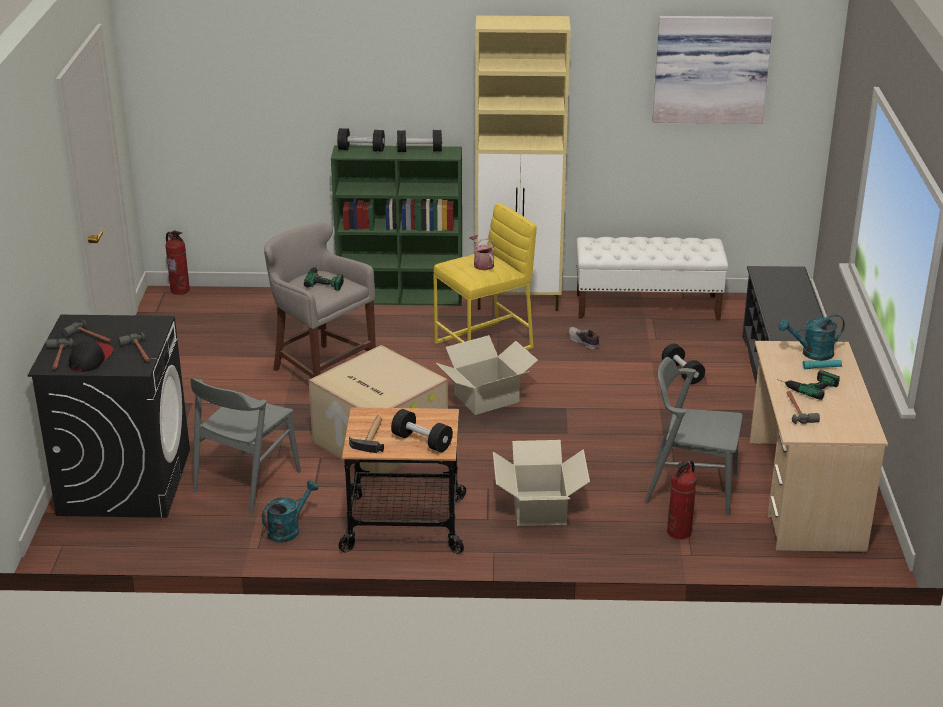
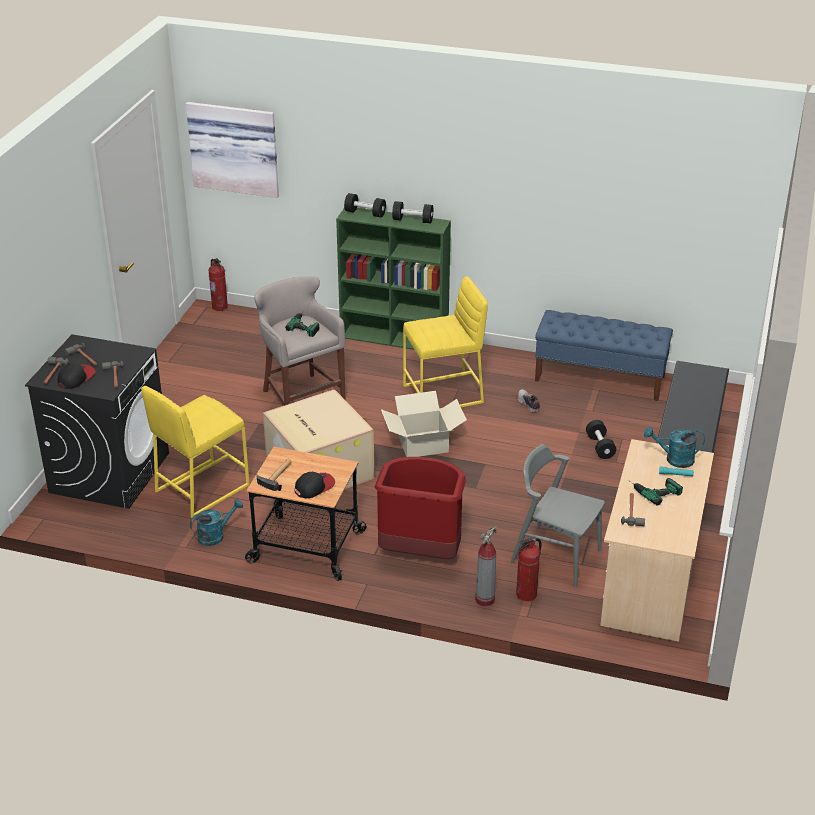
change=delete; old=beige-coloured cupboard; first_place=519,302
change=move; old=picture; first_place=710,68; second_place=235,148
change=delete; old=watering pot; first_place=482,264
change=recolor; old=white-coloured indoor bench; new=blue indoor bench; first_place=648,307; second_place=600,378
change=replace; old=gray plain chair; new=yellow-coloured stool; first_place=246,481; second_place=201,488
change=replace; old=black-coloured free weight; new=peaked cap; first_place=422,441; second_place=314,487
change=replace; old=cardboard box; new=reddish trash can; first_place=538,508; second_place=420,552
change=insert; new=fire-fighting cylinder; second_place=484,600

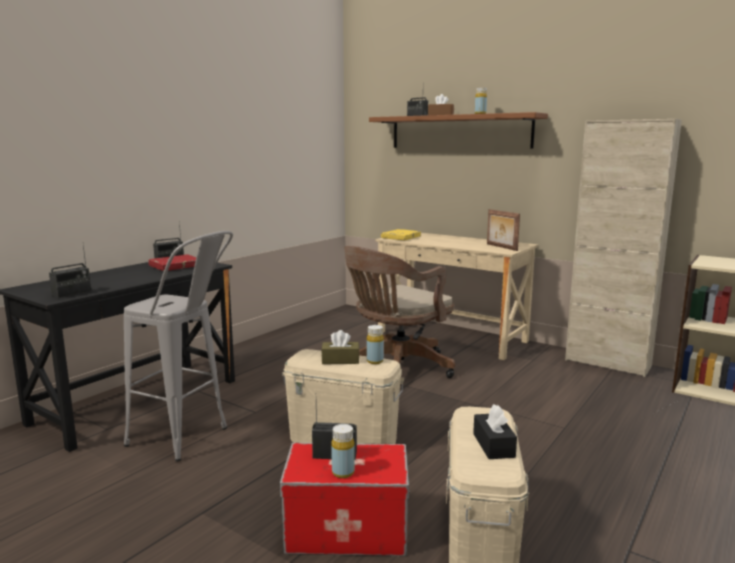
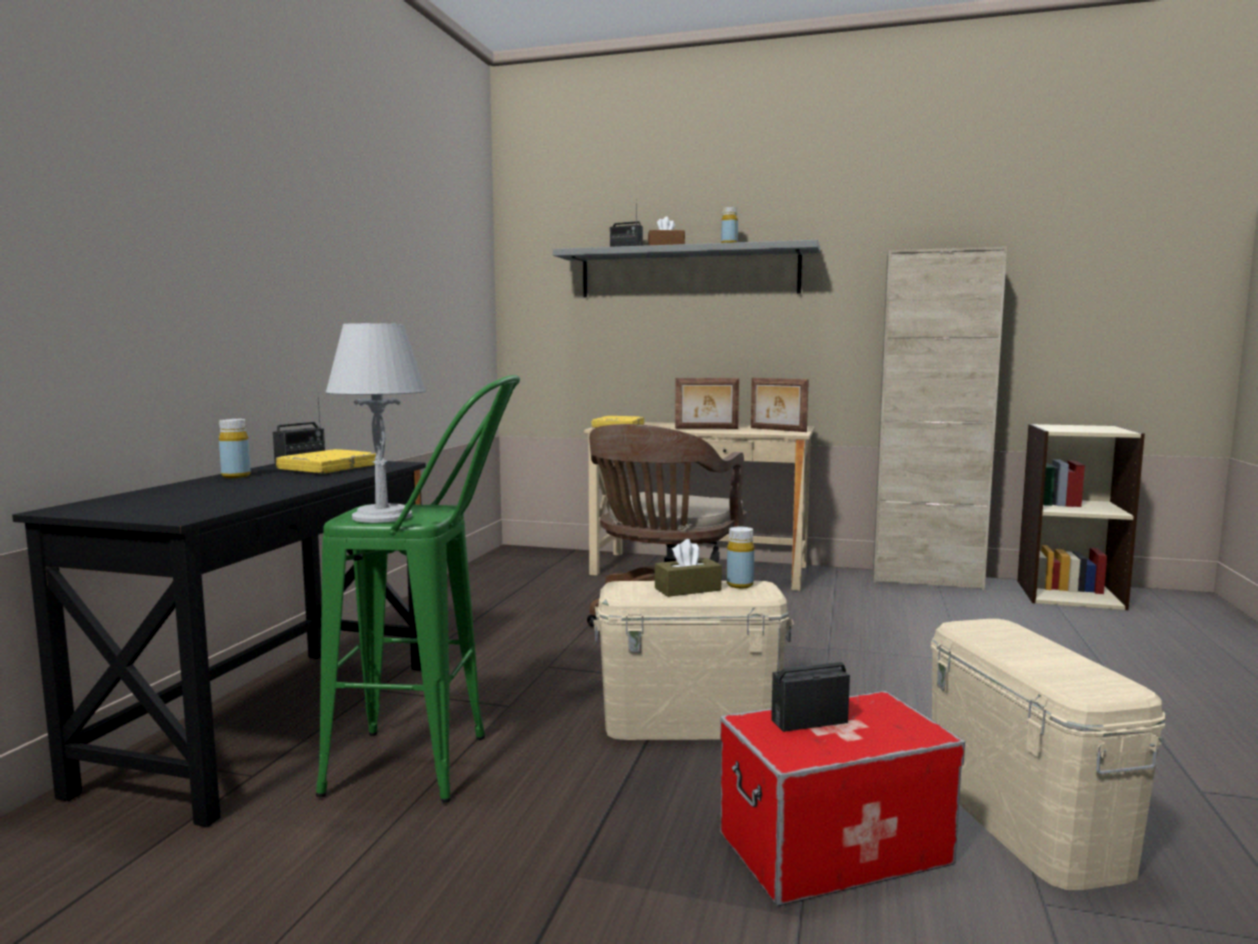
change=recolor; old=brown-coloured shelf; new=gray shelf; first_place=459,132; second_place=688,272
change=recolor; old=gray stool; new=green-coloured stool; first_place=189,440; second_place=433,766
change=delete; old=radio; first_place=72,293
change=recolor; old=reddish volume; new=yellow-coloured volume; first_place=176,266; second_place=328,468
change=delete; old=black-coloured tissue holder; first_place=493,445
change=move; old=yellow-coloured bottle; first_place=343,472; second_place=236,476
change=insert; new=gray tabletop lamp; second_place=383,516
change=insert; new=standing frame; second_place=706,428

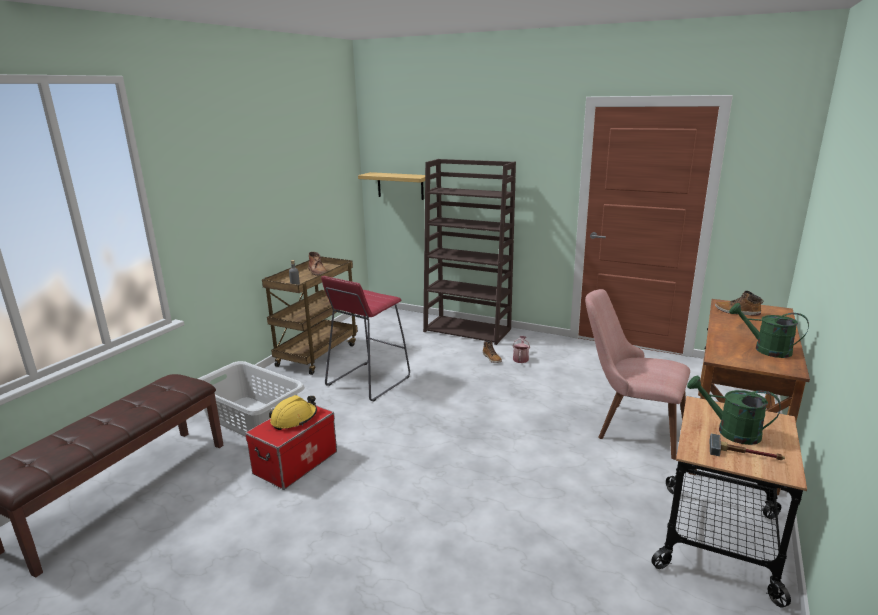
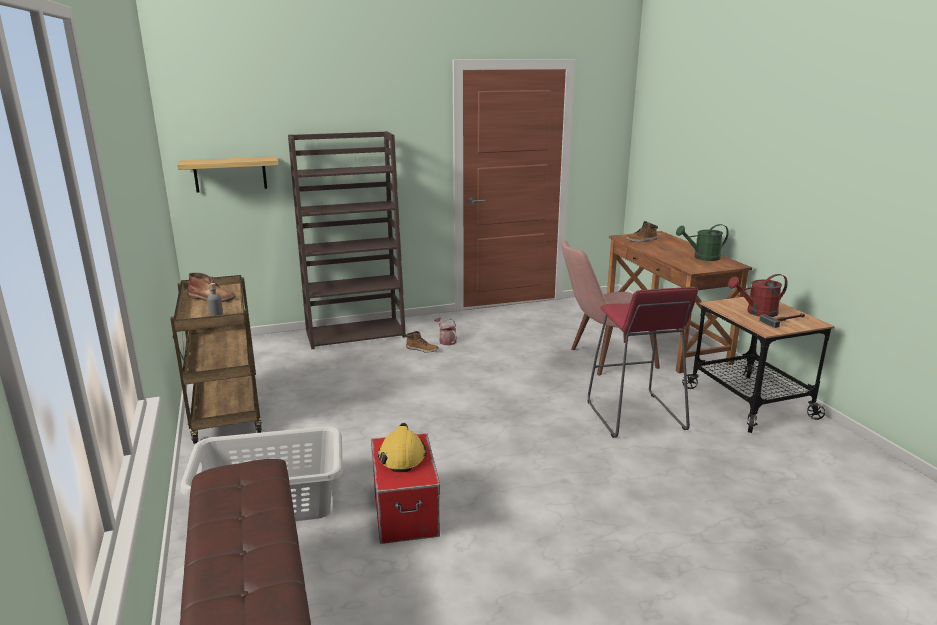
change=move; old=reddish stool; first_place=368,381; second_place=634,415
change=recolor; old=green-coloured watering pot; new=reddish watering pot; first_place=730,431; second_place=757,312

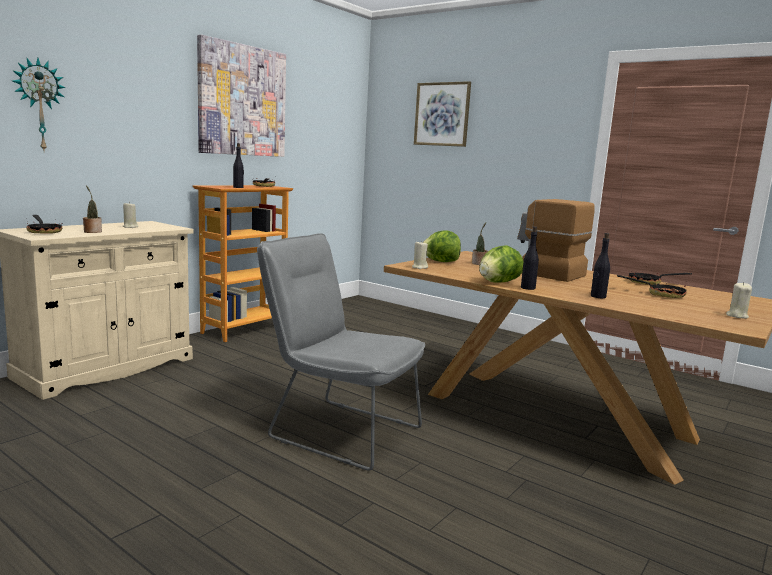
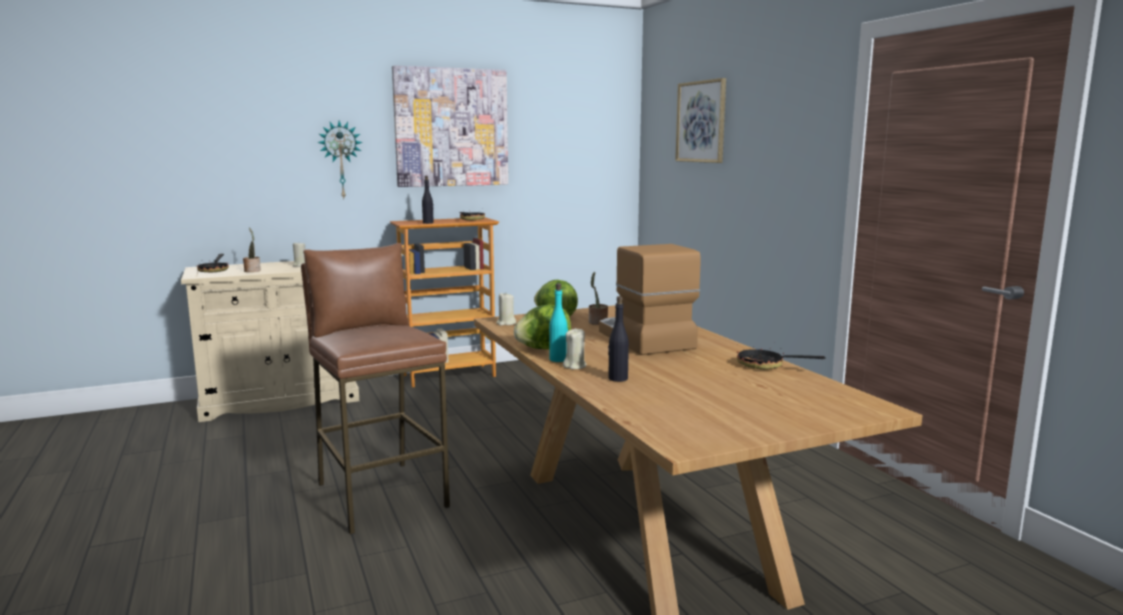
change=move; old=clock on the wall; first_place=39,105; second_place=340,160
change=recolor; old=black-coloured bottle; new=turquoise-coloured bottle; first_place=528,288; second_place=558,359
change=replace; old=gray plain chair; new=brown-coloured stool; first_place=337,430; second_place=381,495
change=delete; old=skillet; first_place=660,294
change=move; old=beige-coloured wax light; first_place=736,316; second_place=575,366

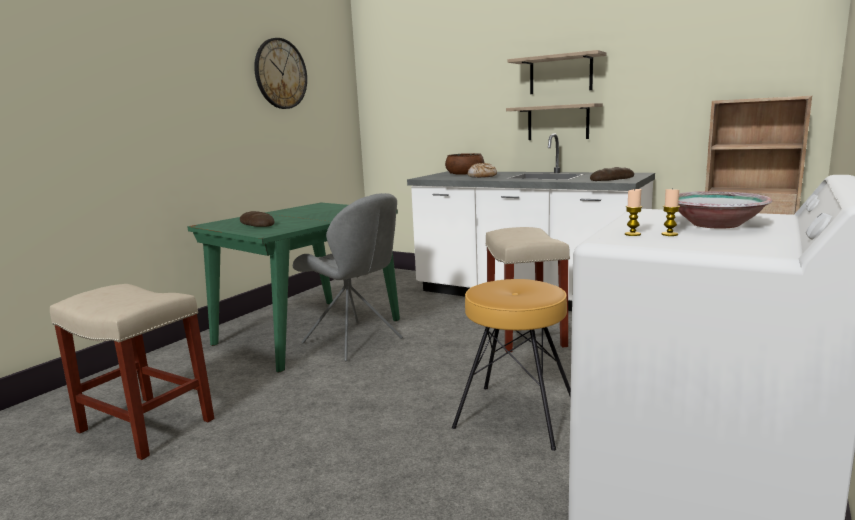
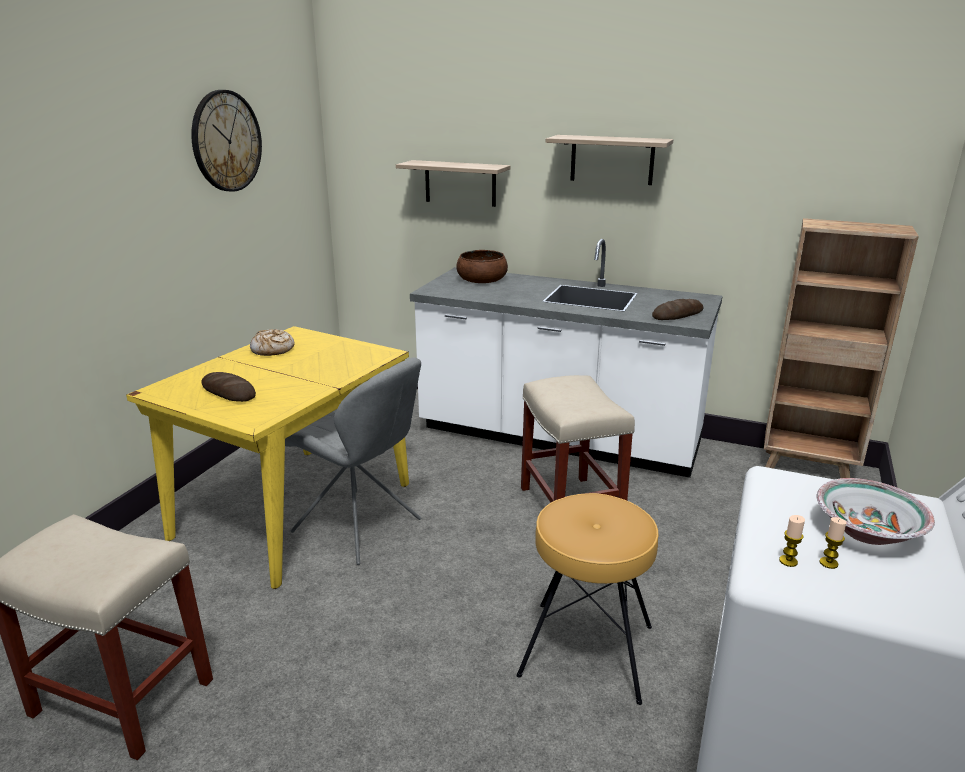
change=move; old=shelf; first_place=558,122; second_place=460,183
change=move; old=bread; first_place=482,176; second_place=273,350
change=recolor; old=green-coloured kitchen table; new=yellow-coloured kitchen table; first_place=307,332; second_place=293,511

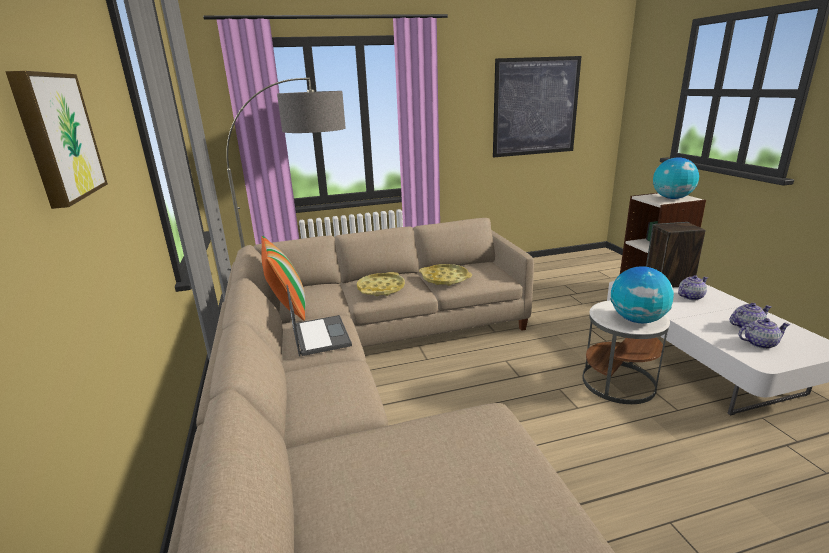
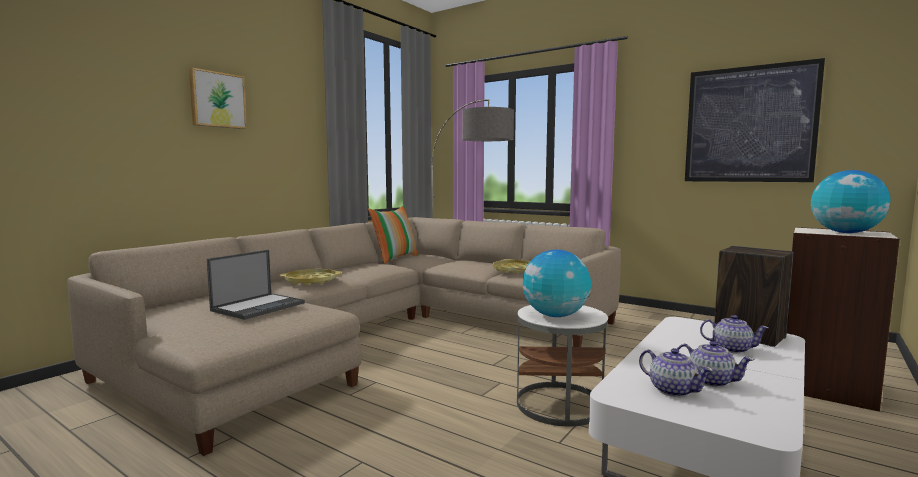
change=move; old=yellow-coloured carrying tray; first_place=381,288; second_place=311,281
change=move; old=notebook computer; first_place=320,335; second_place=259,306

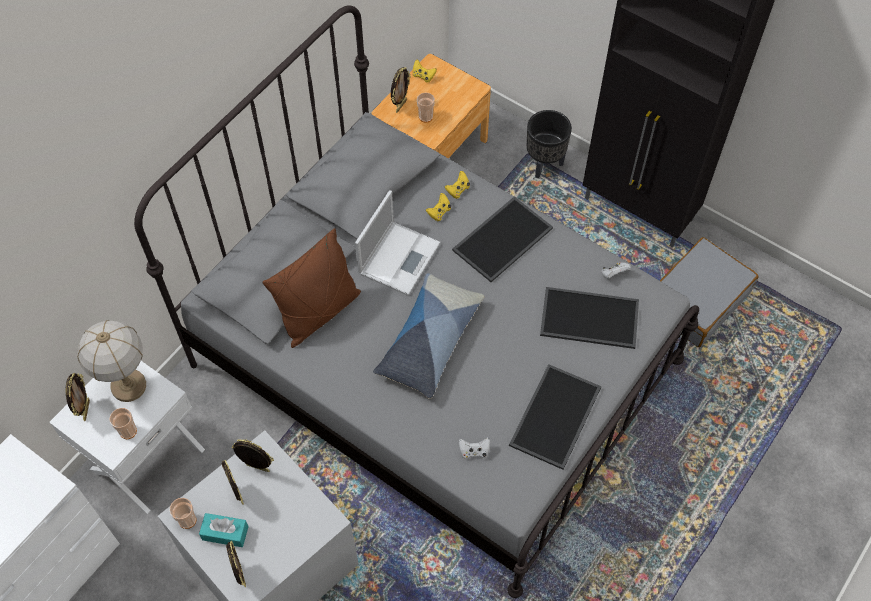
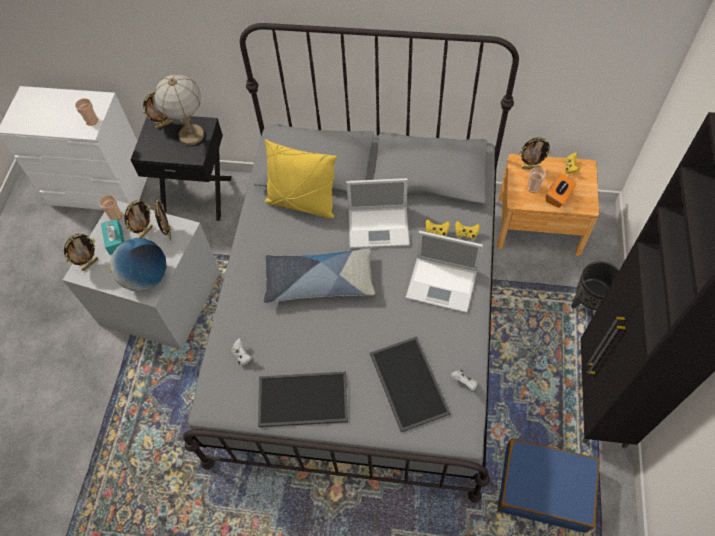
change=replace; old=carrying tray; new=notebook computer; first_place=502,238; second_place=443,284
change=recolor; old=brown-coloured throw pillow; new=yellow-coloured throw pillow; first_place=319,313; second_place=302,203
change=recolor; old=gray travel case; new=blue travel case; first_place=697,299; second_place=545,488
change=recolor; old=white-coloured nightstand; new=black-coloured nightstand; first_place=146,458; second_place=197,194
change=move; old=small cup; first_place=128,431; second_place=91,120
change=insert; new=orangey tissue holder; second_place=558,197
change=insert; new=globe; second_place=146,278

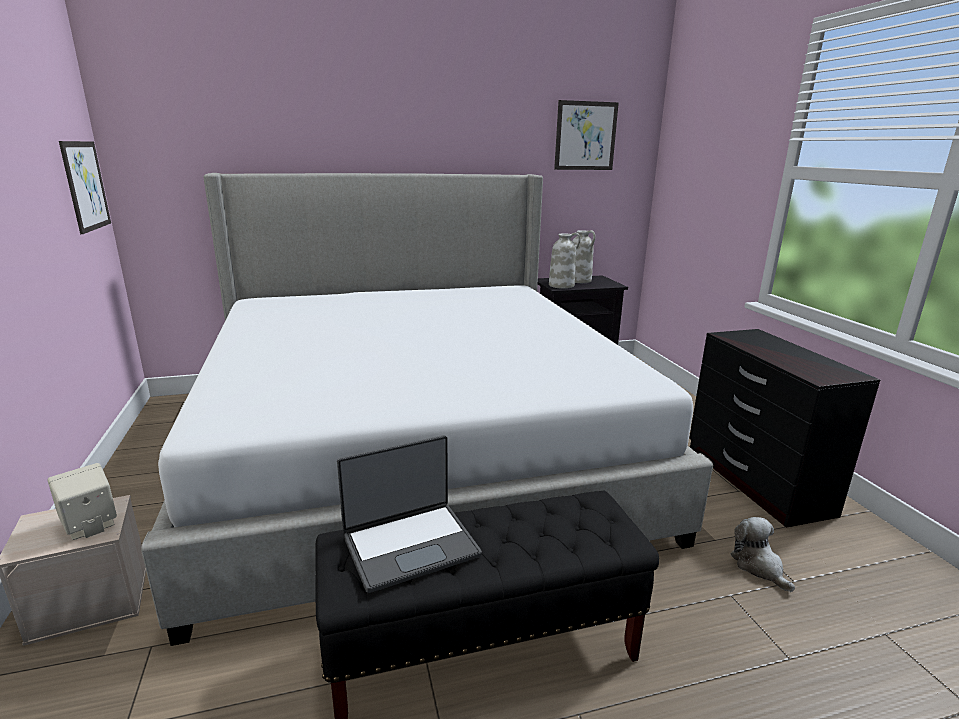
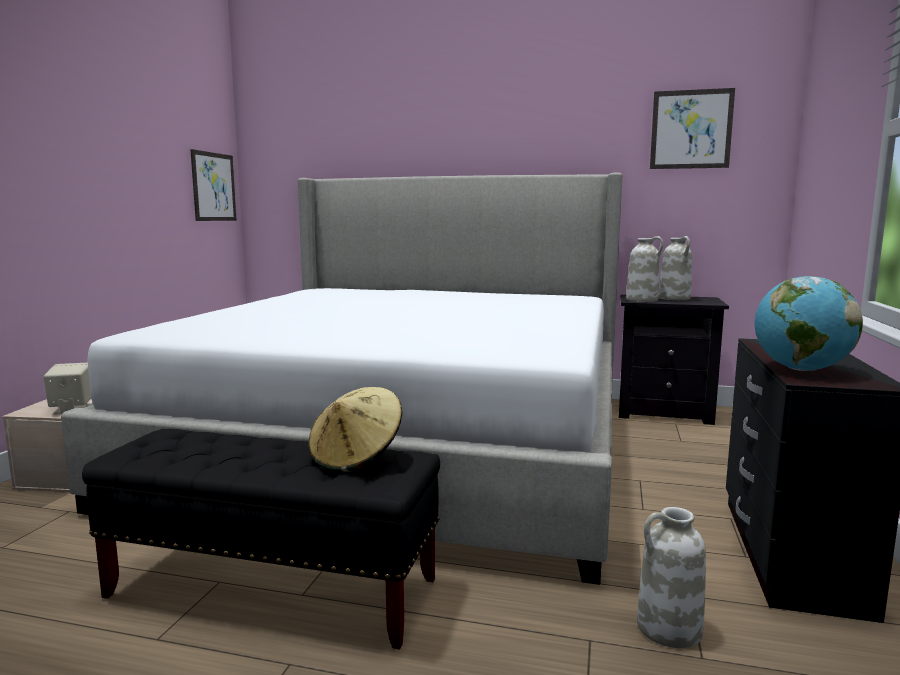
change=delete; old=notebook computer; first_place=410,545
change=replace; old=plush toy; new=white-coloured vase; first_place=758,566; second_place=668,629
change=insert; new=globe; second_place=800,369
change=insert; new=beige-coloured hat; second_place=356,457

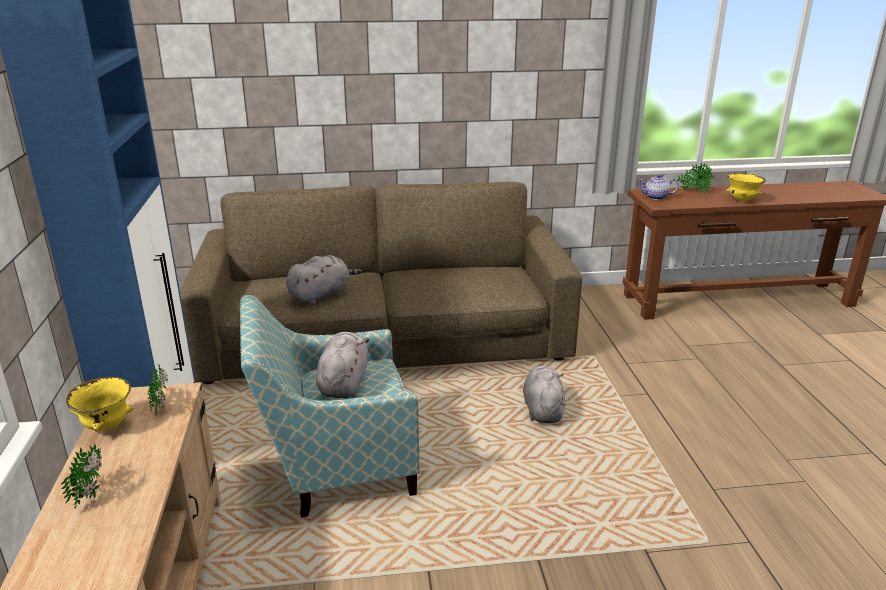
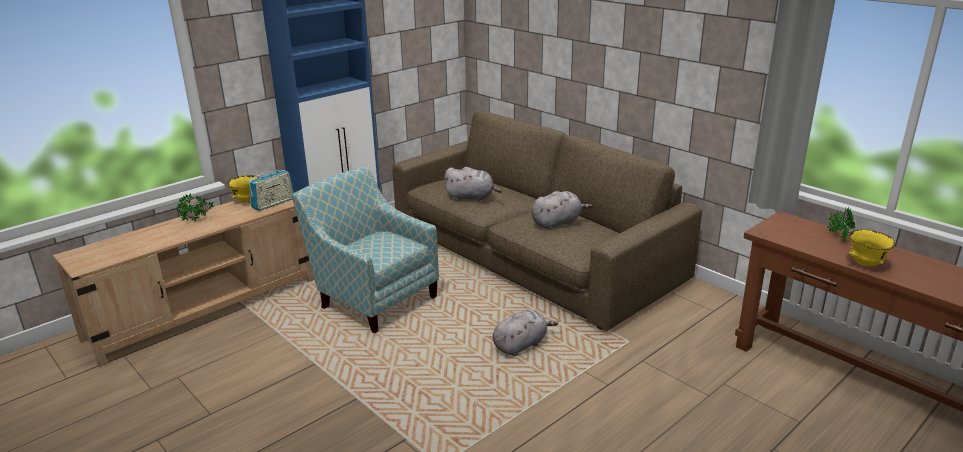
change=delete; old=pot for tea; first_place=656,197
change=move; old=gray plush toy; first_place=344,383; second_place=557,223
change=replace; old=houseplant; new=radio; first_place=160,406; second_place=273,203

